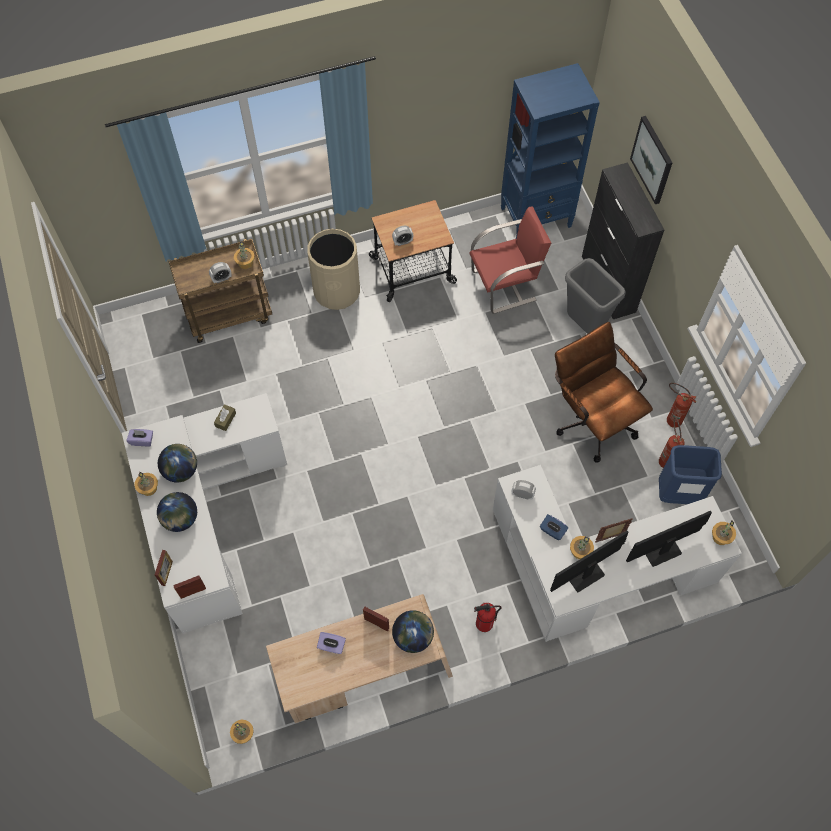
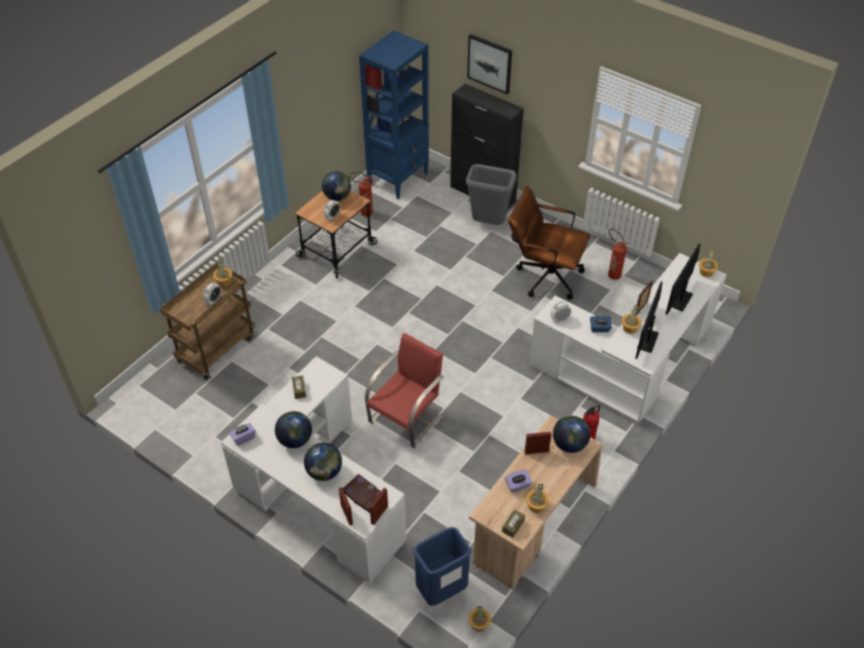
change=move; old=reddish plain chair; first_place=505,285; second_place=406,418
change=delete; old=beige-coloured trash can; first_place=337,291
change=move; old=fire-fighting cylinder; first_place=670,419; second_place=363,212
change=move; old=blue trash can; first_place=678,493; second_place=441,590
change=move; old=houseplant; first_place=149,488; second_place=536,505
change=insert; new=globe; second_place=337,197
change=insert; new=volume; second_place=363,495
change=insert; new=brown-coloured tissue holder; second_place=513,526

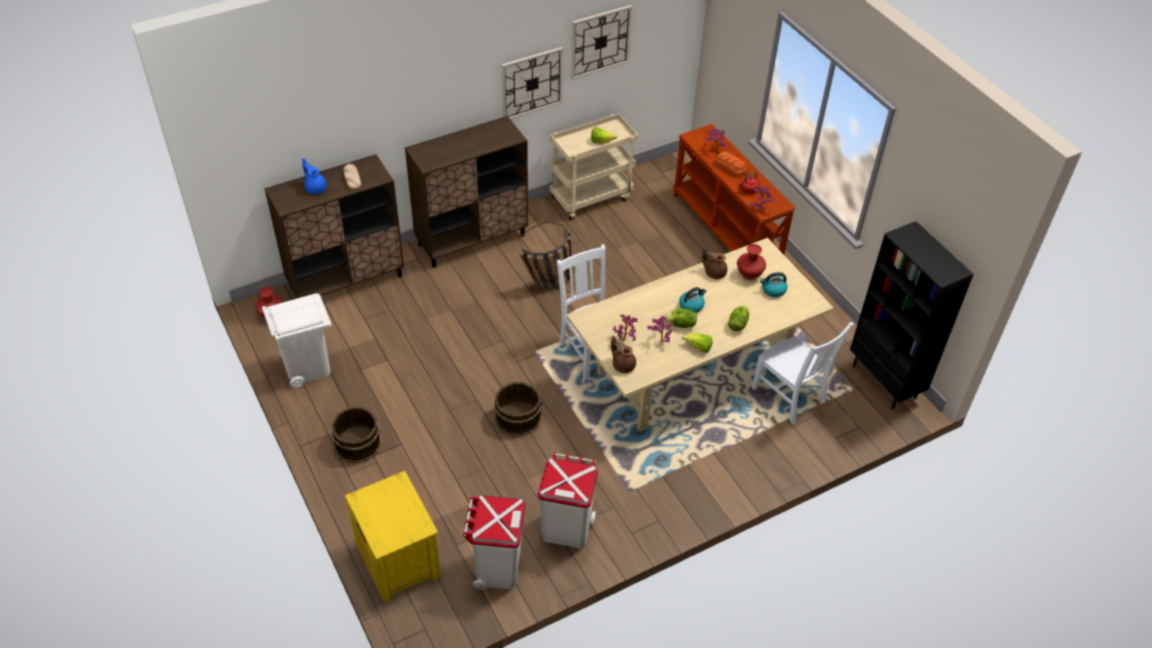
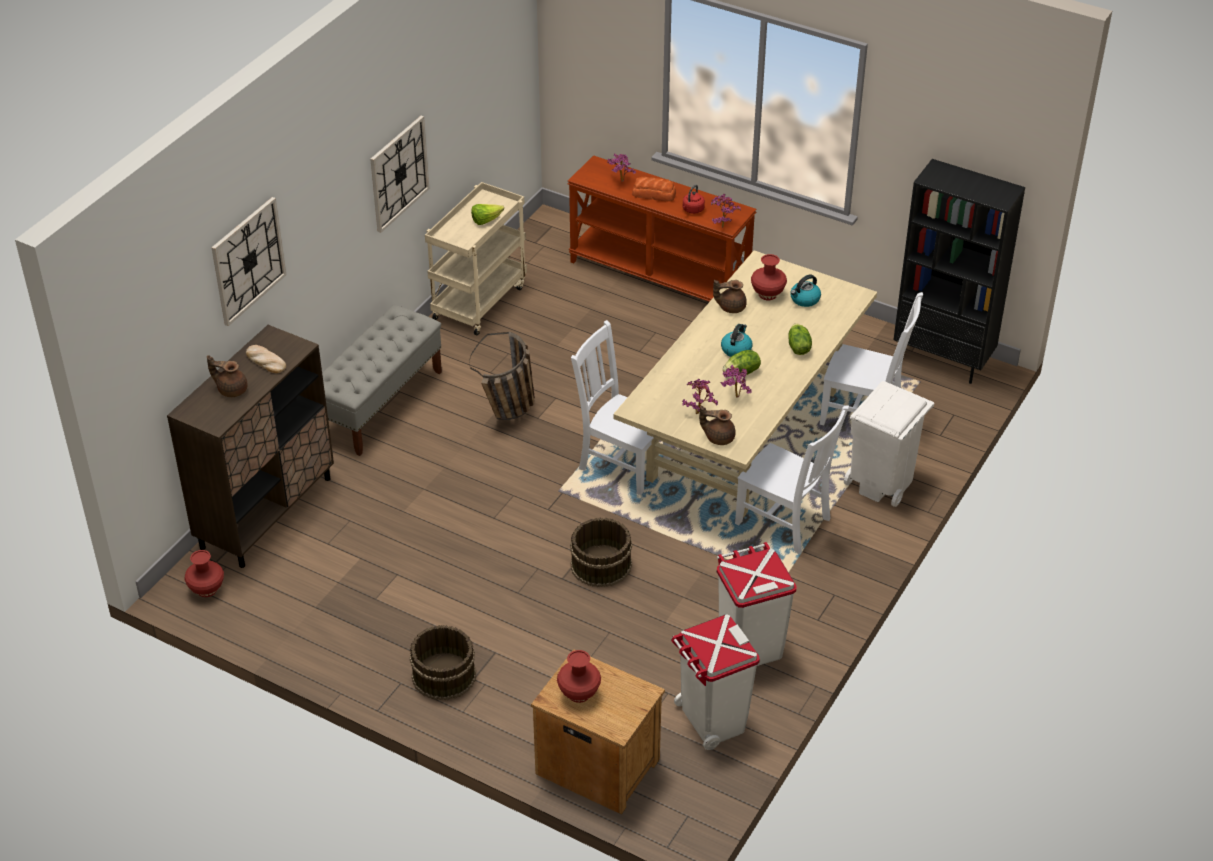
change=move; old=clock on the wall; first_place=600,41; second_place=248,260
change=replace; old=brown-coloured cupboard; new=gray indoor bench; first_place=472,240; second_place=380,403
change=recolor; old=blue pot for tea; new=brown-coloured pot for tea; first_place=315,188; second_place=231,389
change=move; old=white-coloured trash can; first_place=307,367; second_place=881,482
change=delete; old=head of lettuce; first_place=698,348
change=recolor; old=yellow-coloured nightstand; new=brown-coloured nightstand; first_place=398,558; second_place=597,765
change=insert; new=white-coloured plain chair; second_place=785,523
change=insert; new=reddish vase; second_place=579,693

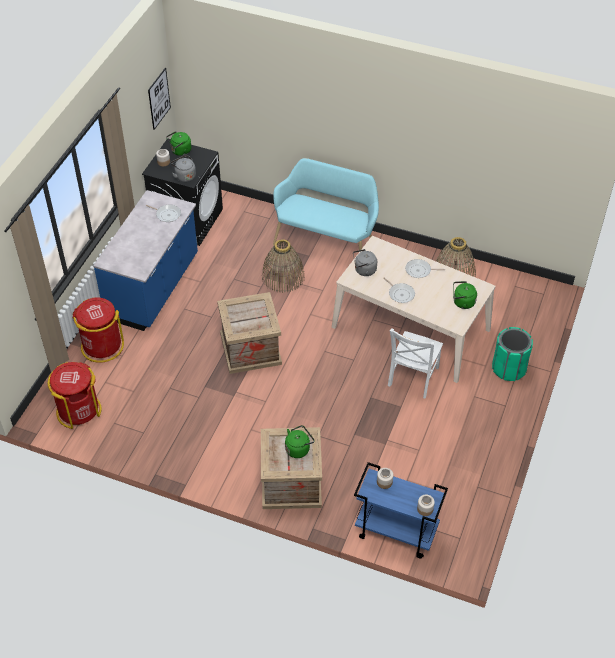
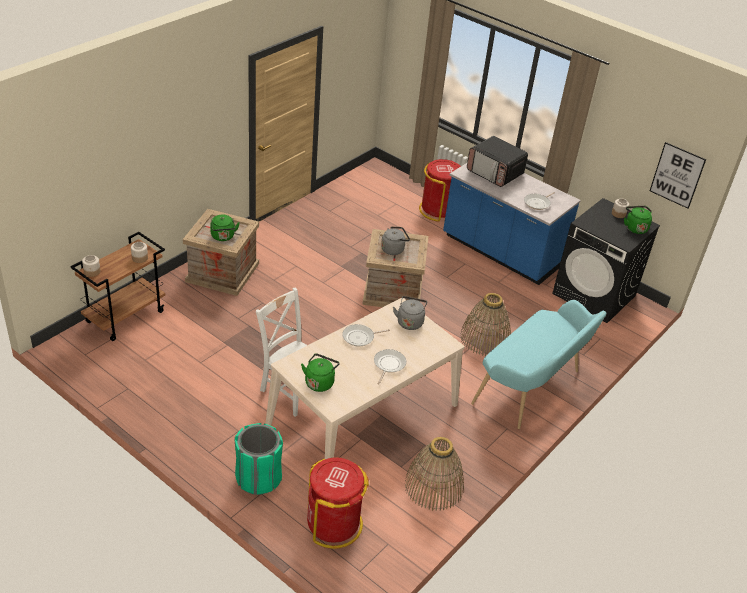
change=move; old=gray tea kettle; first_place=184,176; second_place=394,249
change=move; old=reddish trash can; first_place=78,410; second_place=334,524
change=recolor; old=blue cart; new=brown-coloured cart; first_place=395,532; second_place=125,316
change=insert; new=microwave oven; second_place=495,173

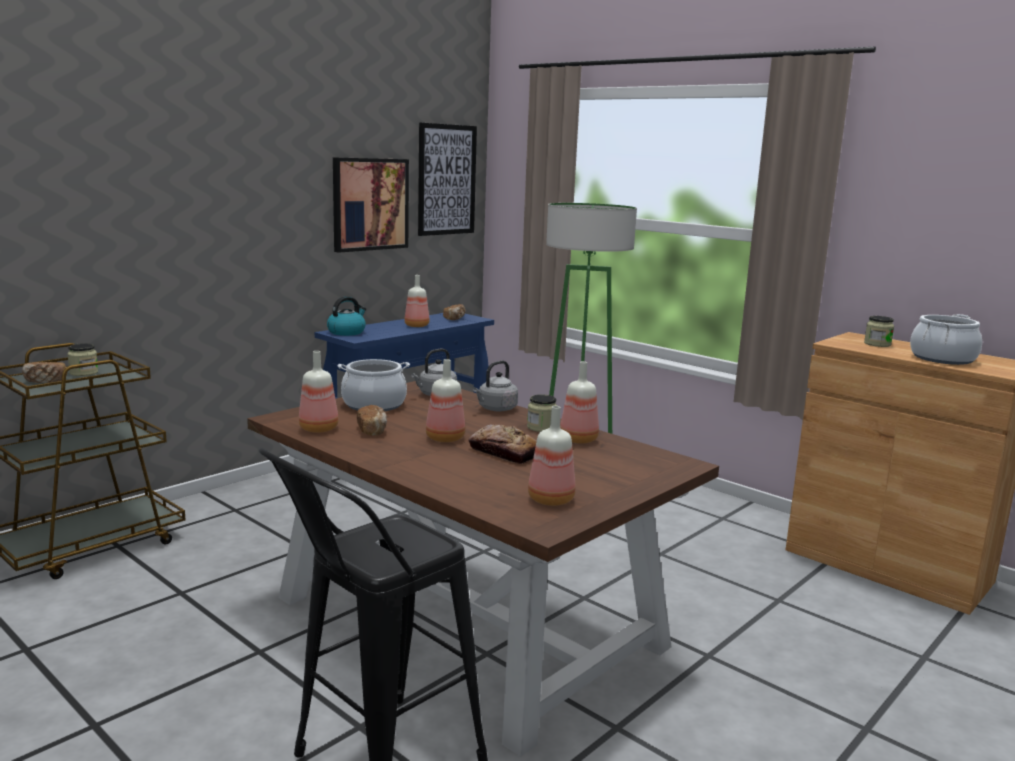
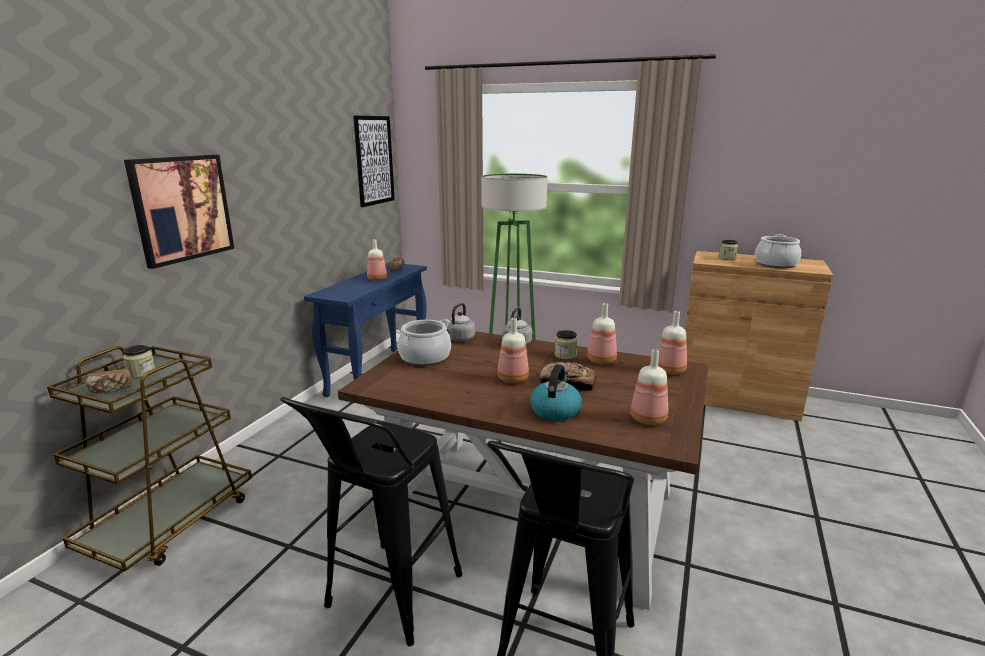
change=move; old=picture; first_place=370,204; second_place=182,208
change=move; old=tea kettle; first_place=347,332; second_place=555,410
change=move; old=bottle; first_place=319,428; second_place=669,370
change=delete; old=bread; first_place=372,430
change=insert; new=black-coloured stool; second_place=386,601

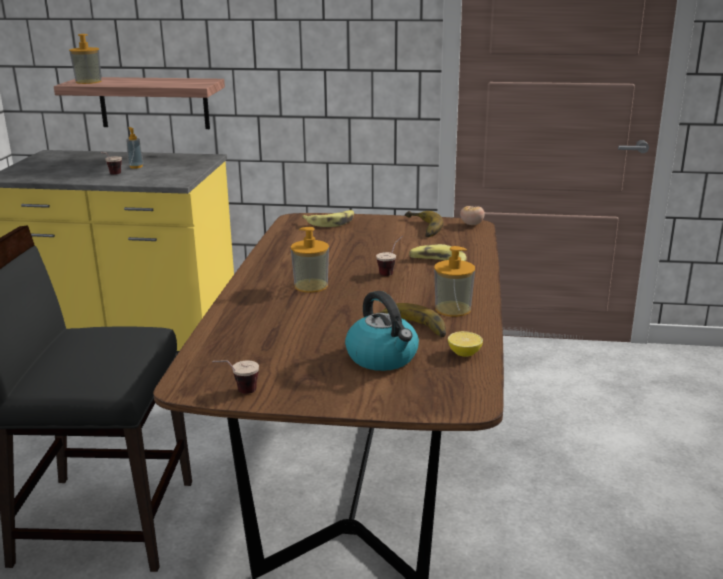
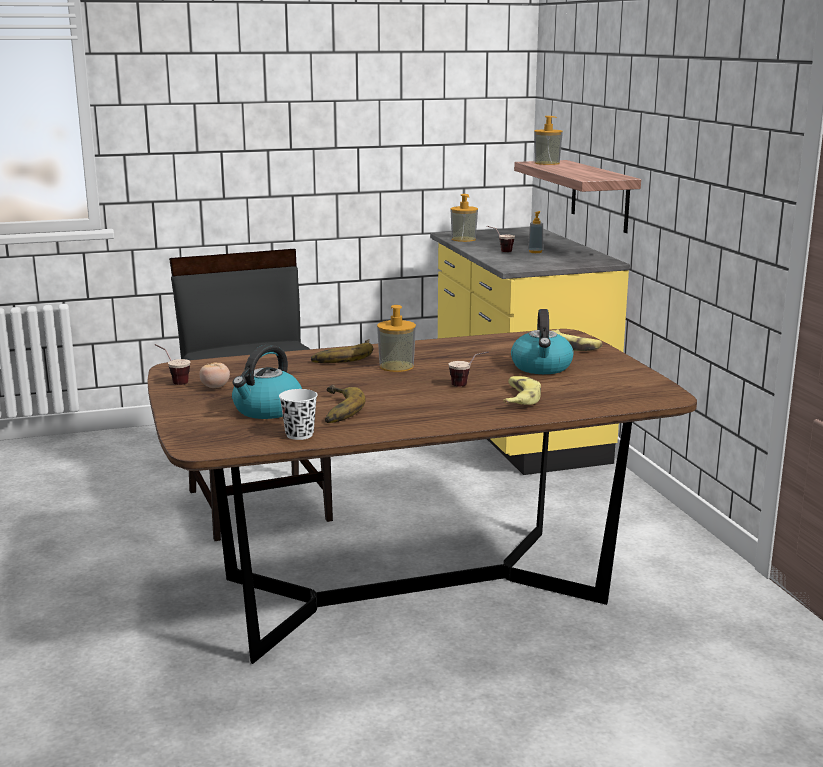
change=move; old=fresh tomato; first_place=472,224; second_place=215,387
change=move; old=banana; first_place=420,228; second_place=342,356
change=move; old=soap bottle; first_place=453,309; second_place=463,239
change=replace; old=lemon; new=white-coloured small cup; first_place=464,353; second_place=299,435
change=insert; new=tea kettle; second_place=542,367

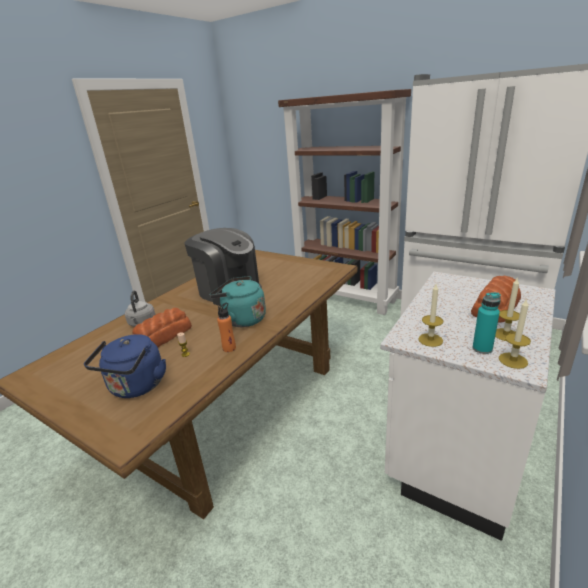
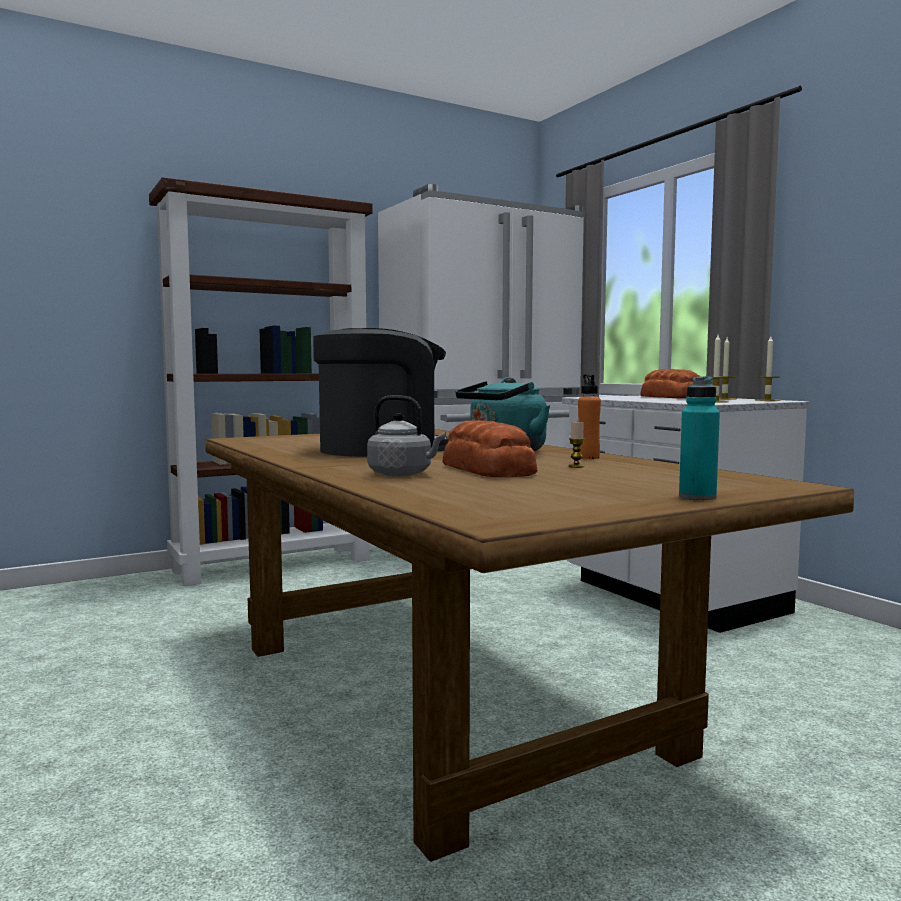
change=move; old=turquoise-coloured bottle; first_place=482,348; second_place=697,497
change=delete; old=blue tea kettle; first_place=136,387

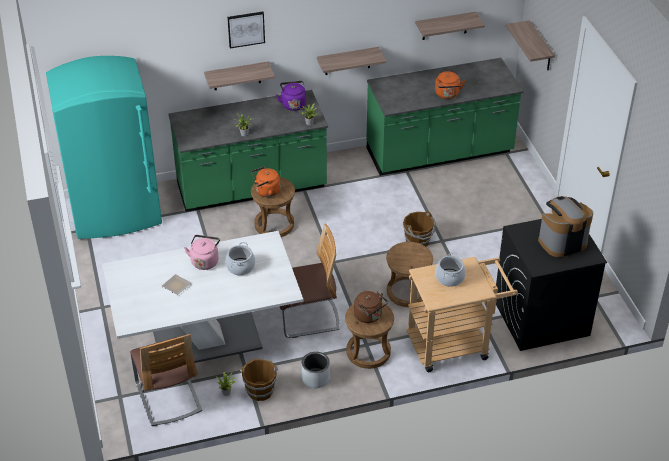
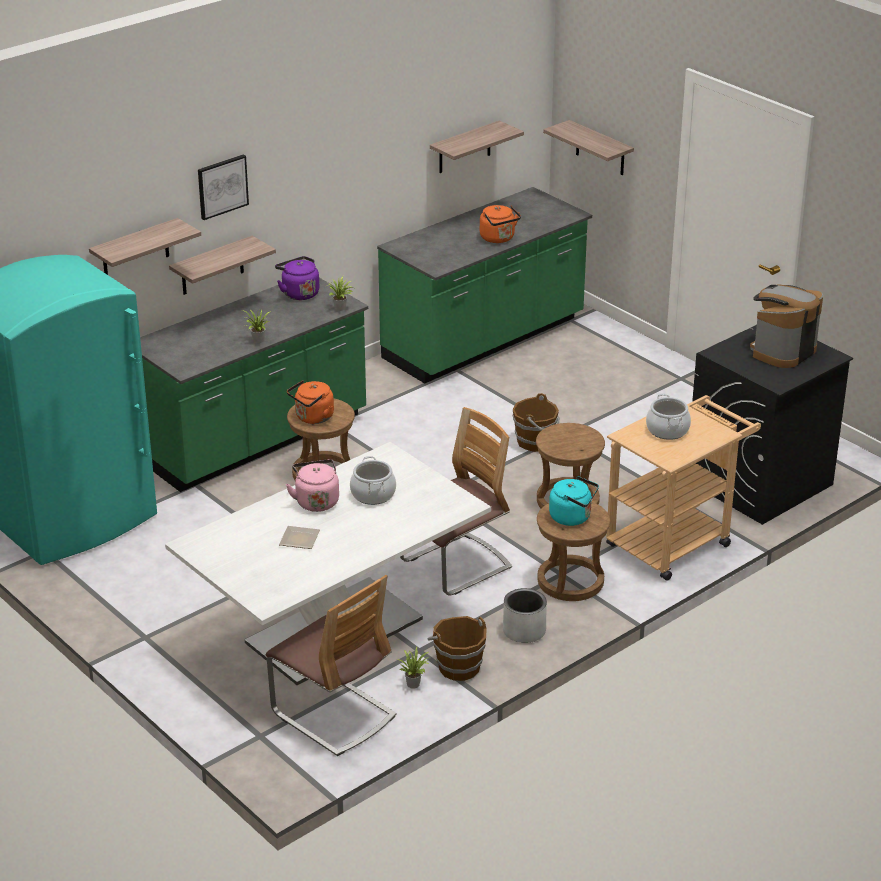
change=move; old=shelf; first_place=347,61; second_place=135,250
change=recolor; old=brown-coloured tea kettle; new=turquoise-coloured tea kettle; first_place=369,316; second_place=573,517

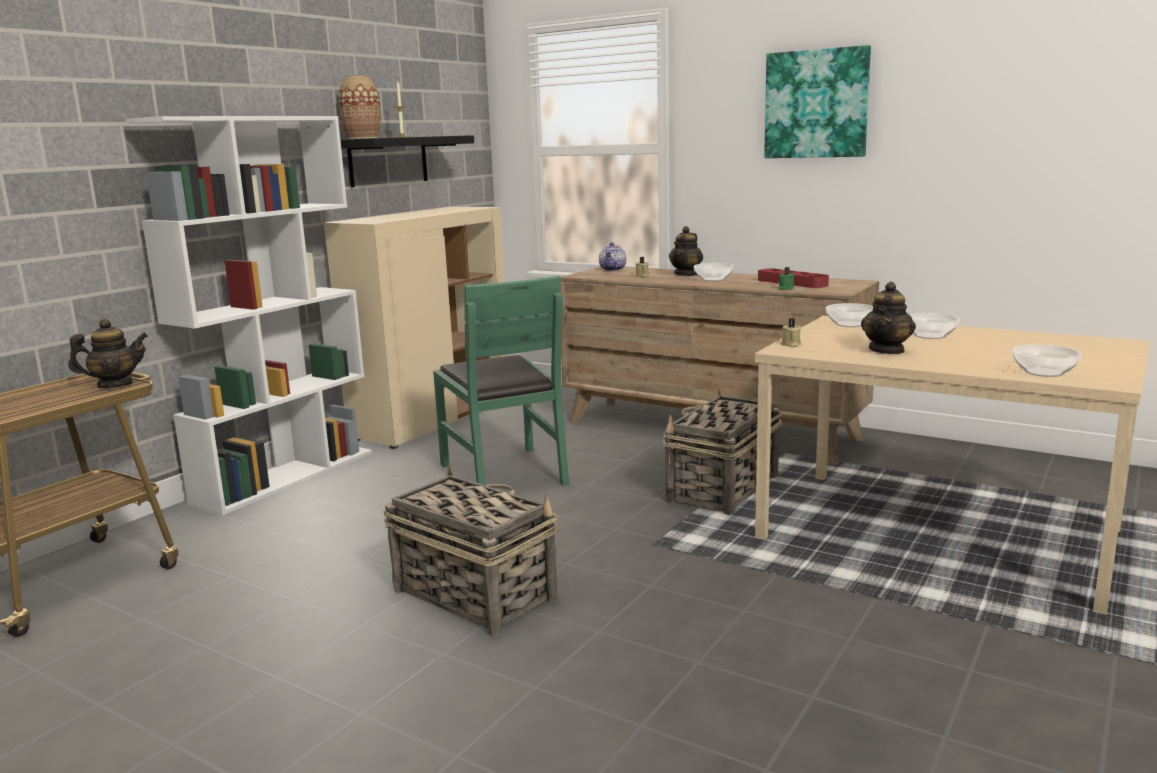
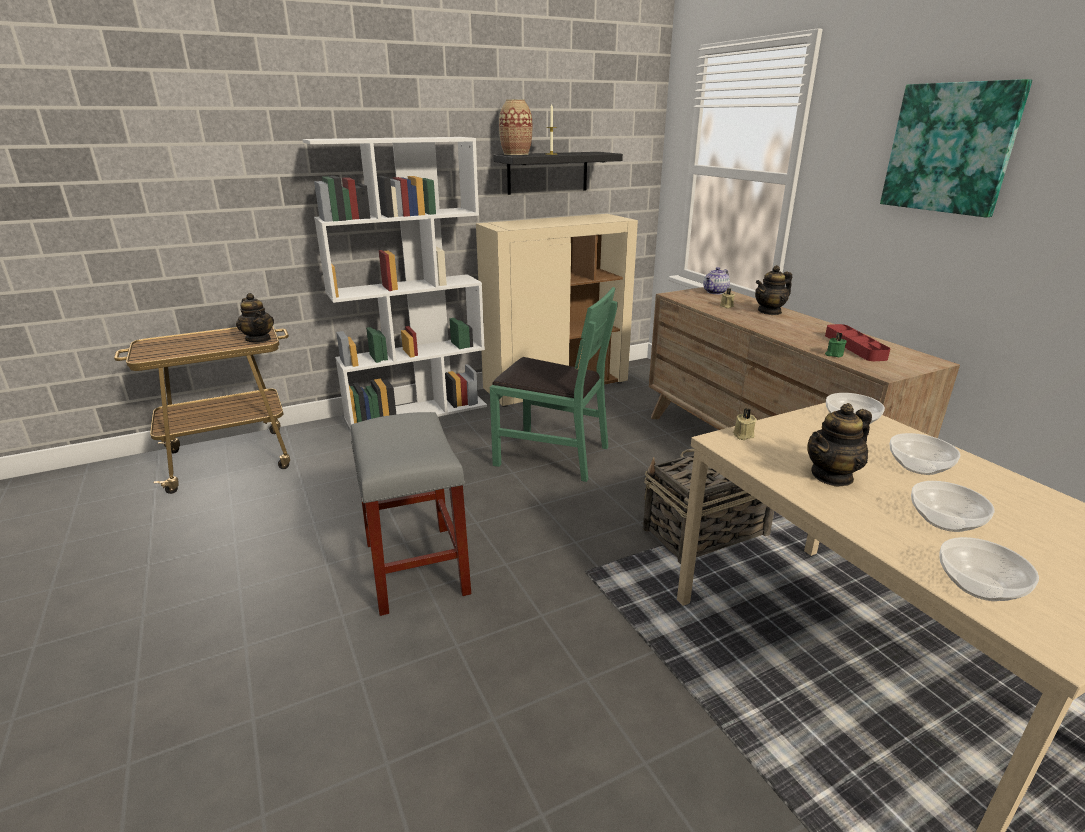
change=move; old=serving bowl; first_place=713,279; second_place=945,521
change=rotate; old=green-coloured plain chair; first_place=504,473; second_place=552,455; degrees=-75
change=rotate; old=pot for tea; first_place=115,385; second_place=259,339; degrees=45
change=replace; old=basket; new=gray stool; first_place=473,594; second_place=415,566

